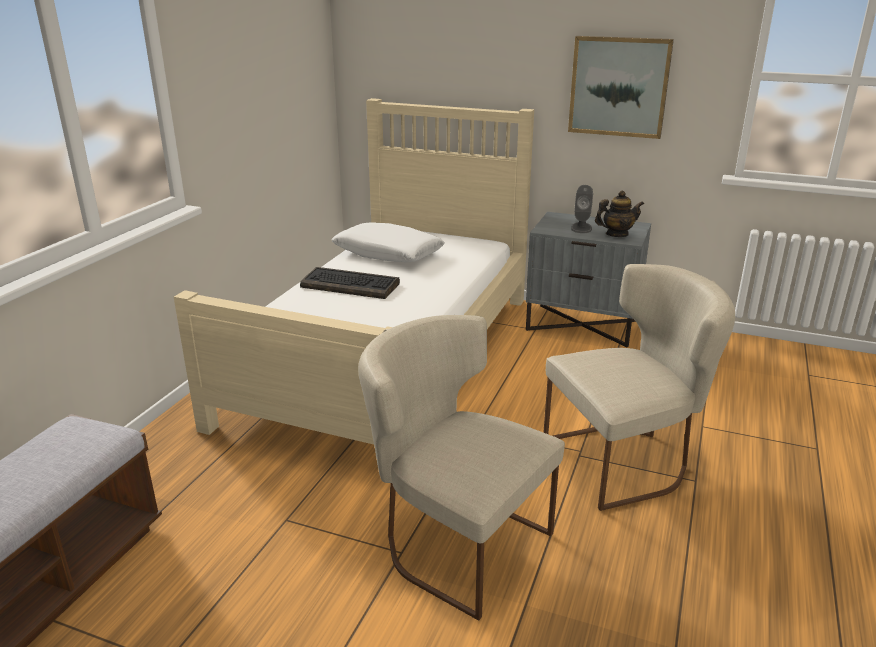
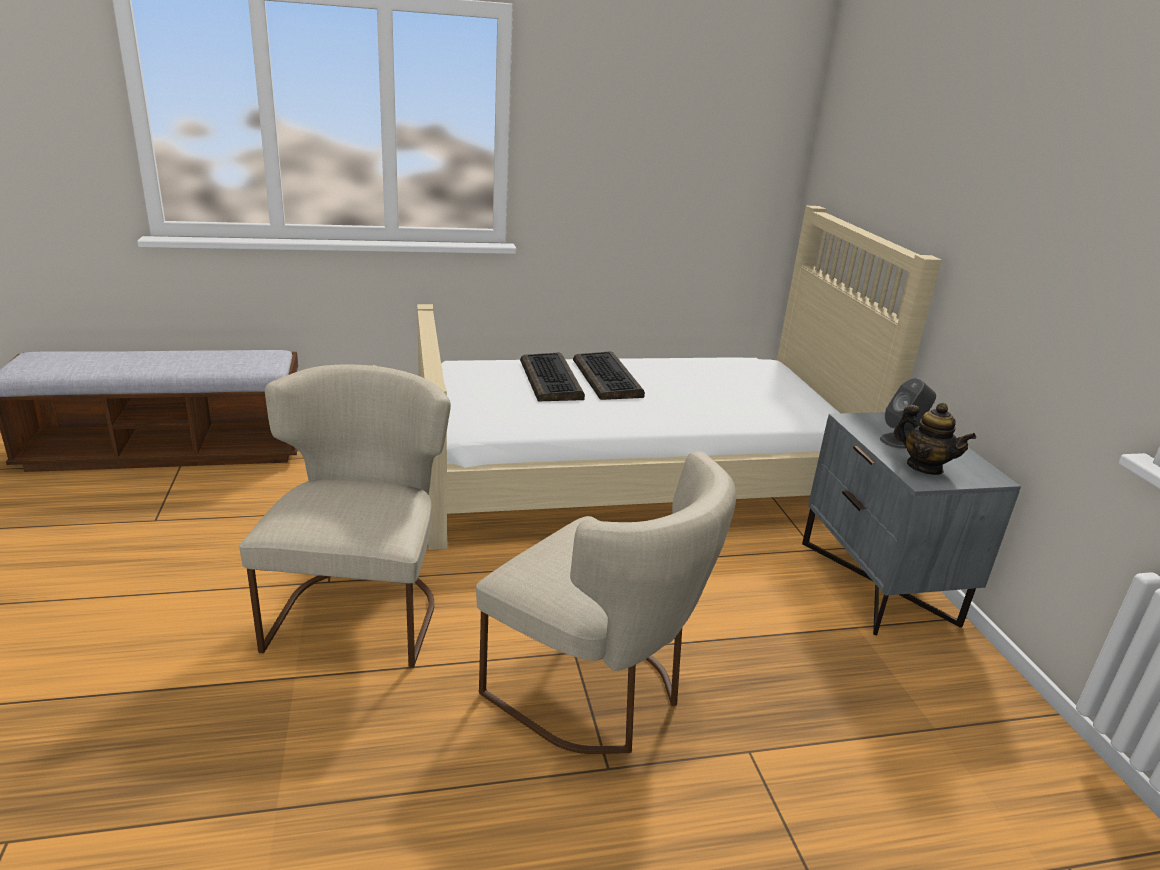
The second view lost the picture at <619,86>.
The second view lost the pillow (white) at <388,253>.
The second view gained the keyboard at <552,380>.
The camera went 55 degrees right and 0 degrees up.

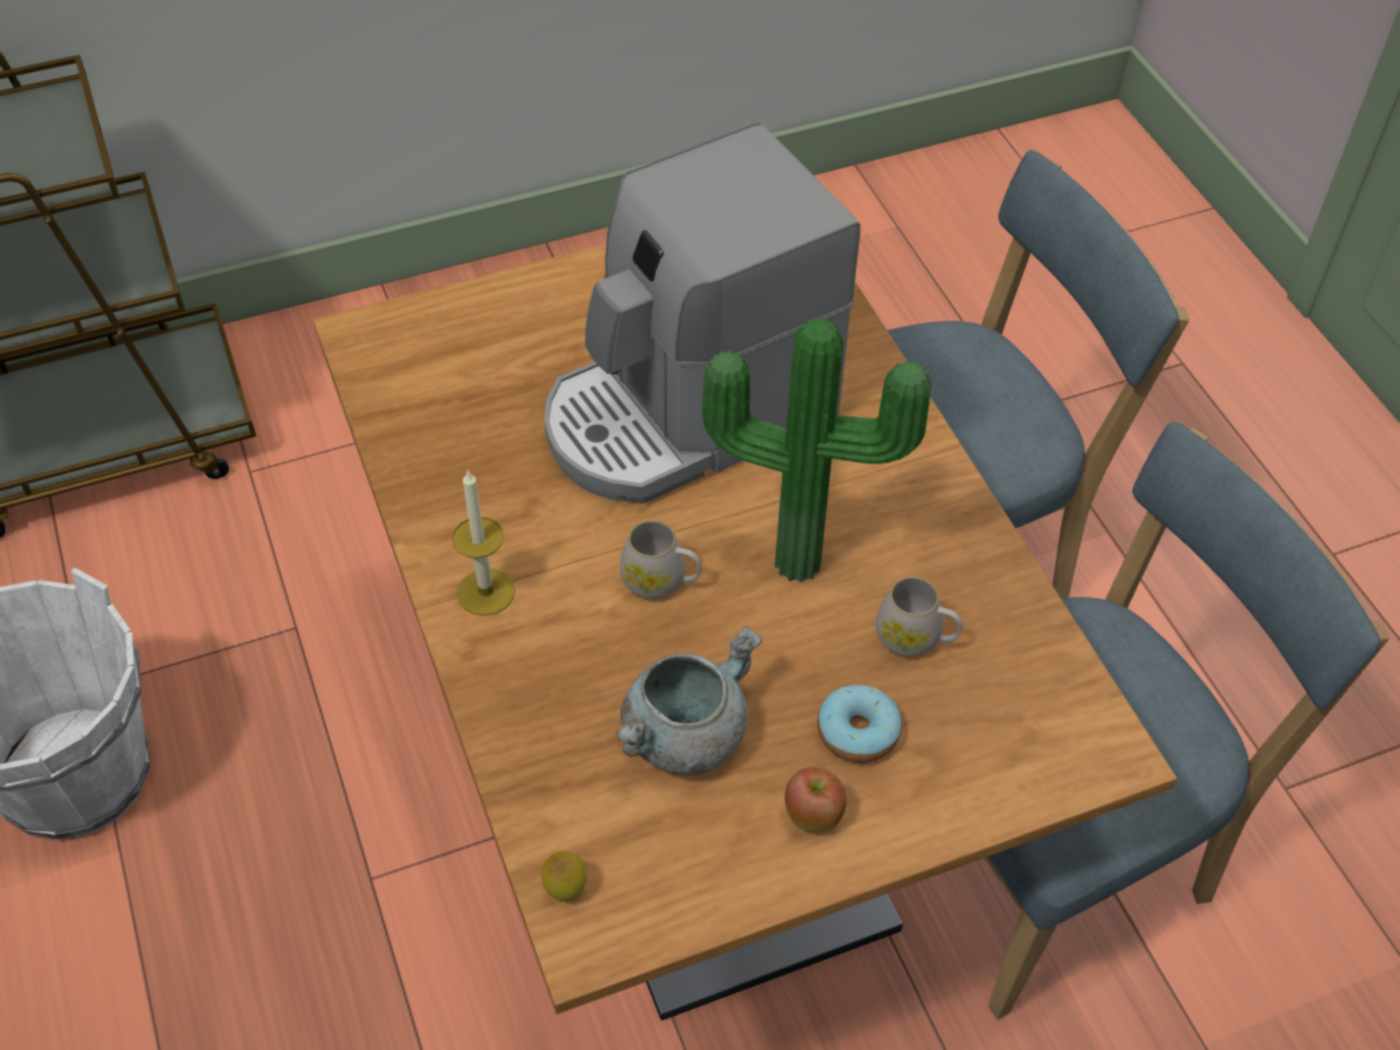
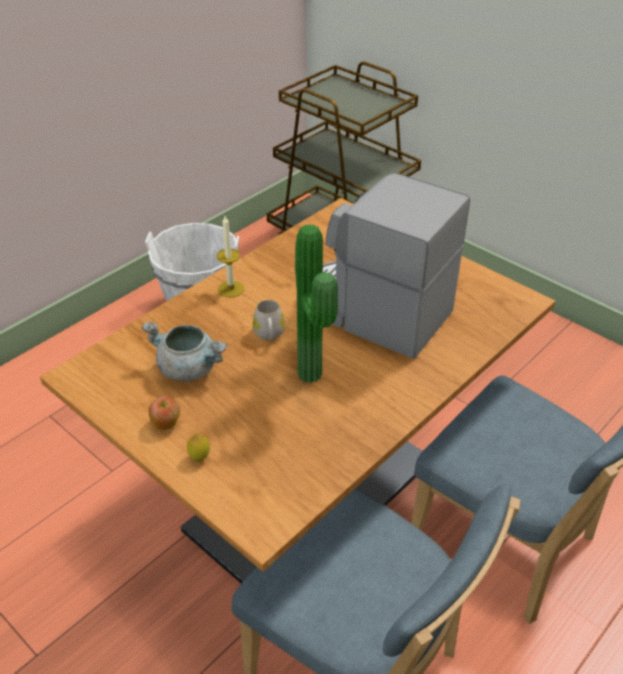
The second view lost the mug (white) at <915,638>.
The second view lost the donut at <857,732>.
The lemon ended up elsewhere, having gone from <565,890> to <199,458>.
The camera went 65 degrees right and 10 degrees down.

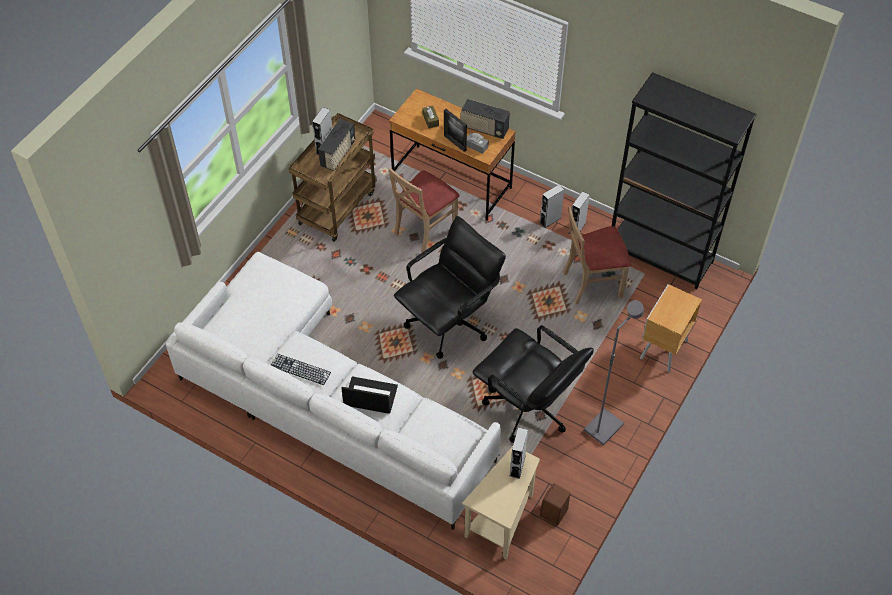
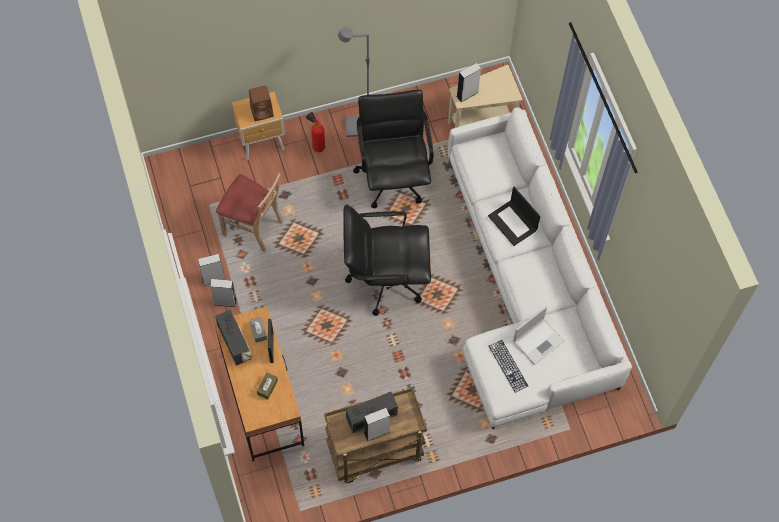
The second view lost the bookcase (black) at <660,255>.
The second view lost the chair (beige) at <424,231>.
The keyboard ended up elsewhere, having gone from <300,369> to <508,366>.
The speaker (brown) ended up elsewhere, having gone from <553,513> to <262,111>.
The second view gained the fire extinguisher at <317,145>.
The second view gained the laptop at <539,340>.
The camera went 140 degrees left and 10 degrees up.

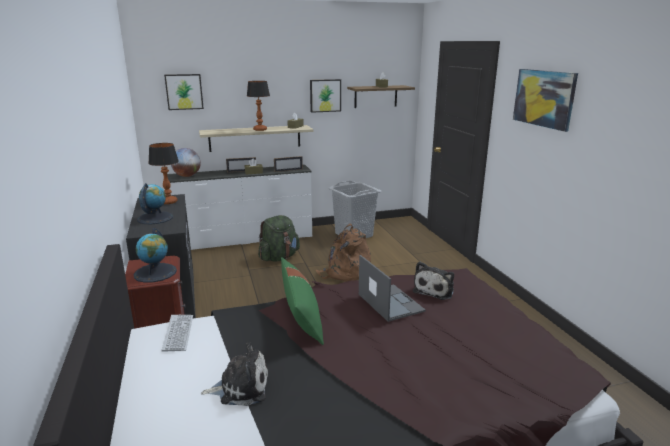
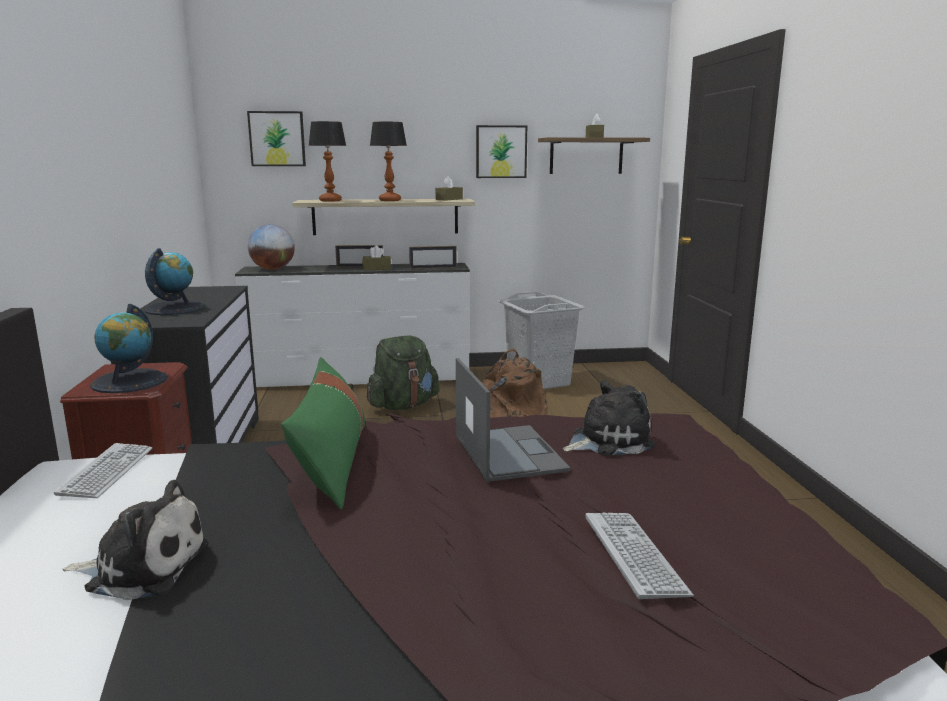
The second view lost the picture at <544,98>.
The table lamp ended up elsewhere, having gone from <168,202> to <330,200>.
The plush toy at <435,290> ended up facing another way, 150 degrees counterclockwise from before.
The second view gained the keyboard at <634,555>.
The camera went 10 degrees right and 5 degrees down.

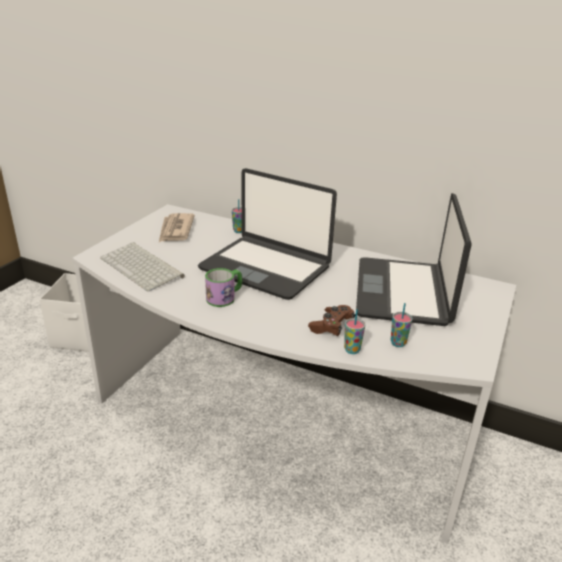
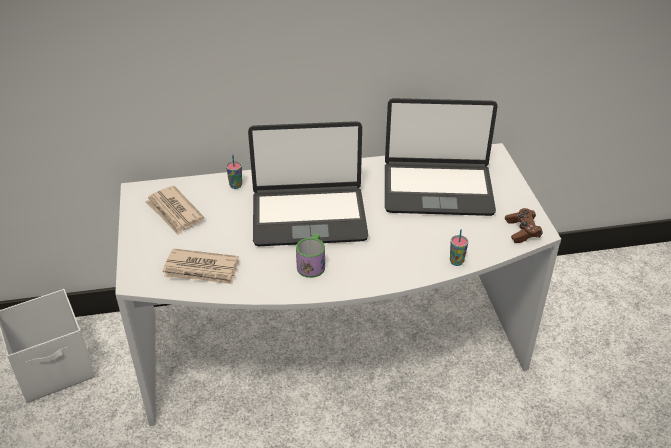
The laptop at <404,292> ended up facing another way, 60 degrees counterclockwise from before.
Where the keyboard stood at <143,267>, the newspaper came to stand at <202,269>.
The second view lost the cup at <398,343>.
The game controller (brown) ended up elsewhere, having gone from <331,327> to <522,231>.
The camera went 35 degrees left and 10 degrees up.

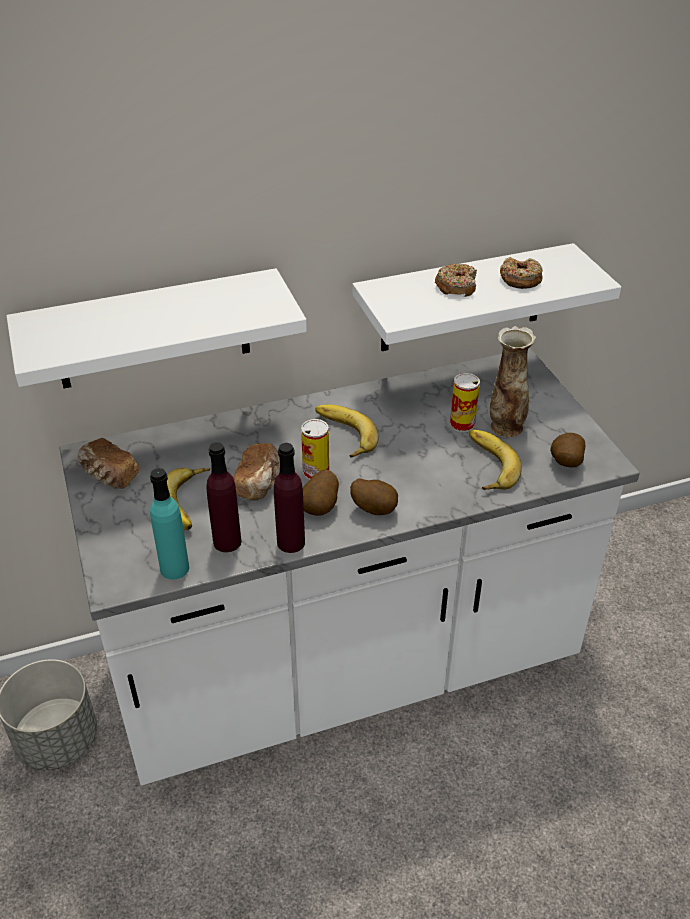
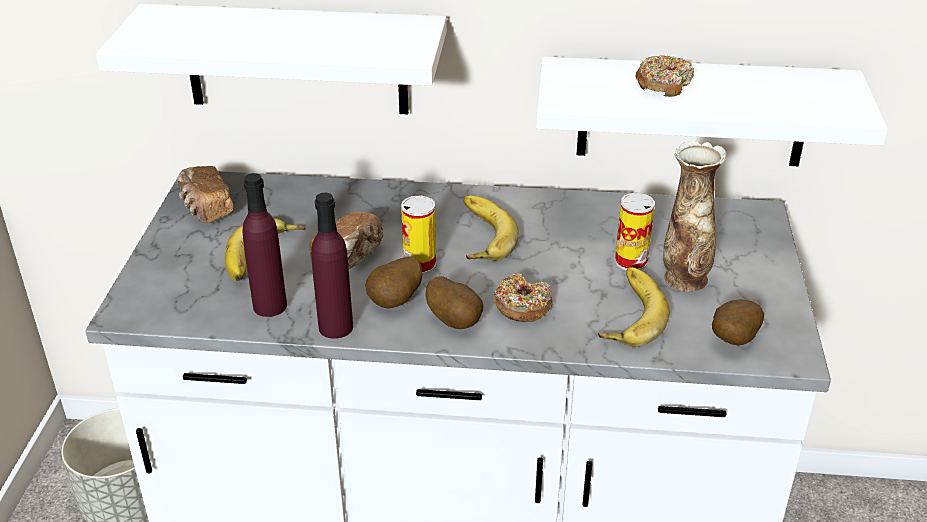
The donut ended up elsewhere, having gone from <520,279> to <522,306>.
The second view lost the bottle (turquoise) at <174,568>.
The camera went 25 degrees right and 5 degrees down.

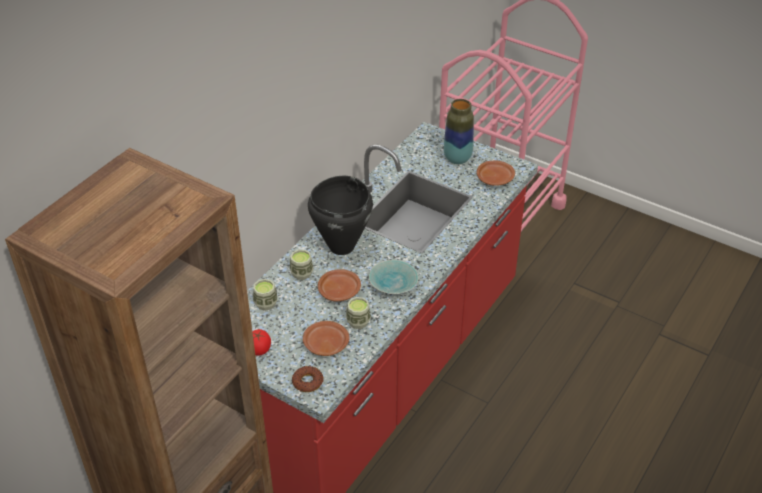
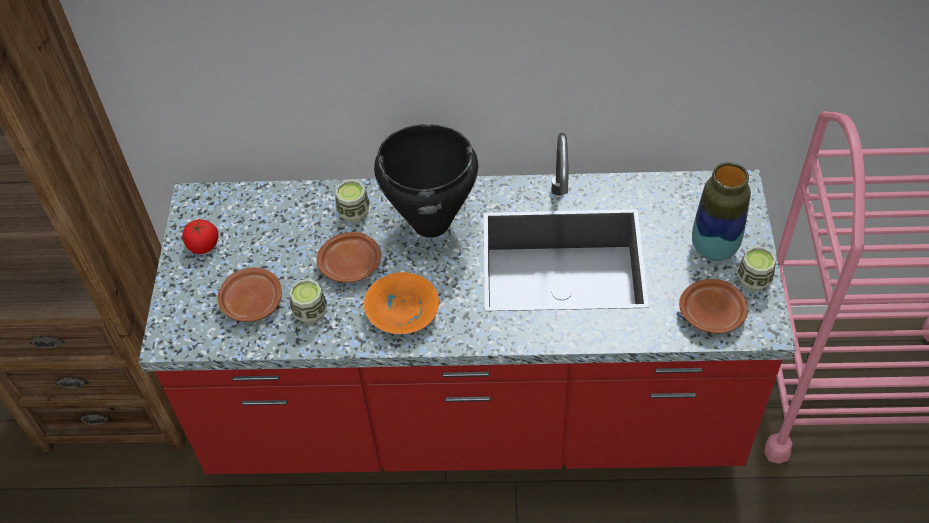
What was the bowl (turquoise) at <392,283> turned into the bowl (orange) at <402,310>.
The cup ended up elsewhere, having gone from <266,303> to <753,280>.
The second view lost the donut at <307,382>.
The camera went 60 degrees right and 10 degrees up.

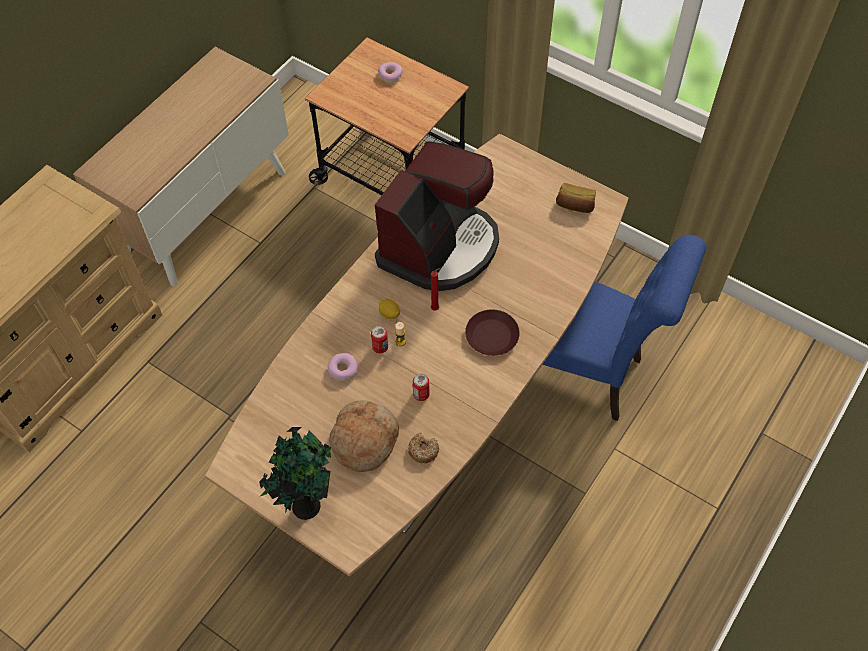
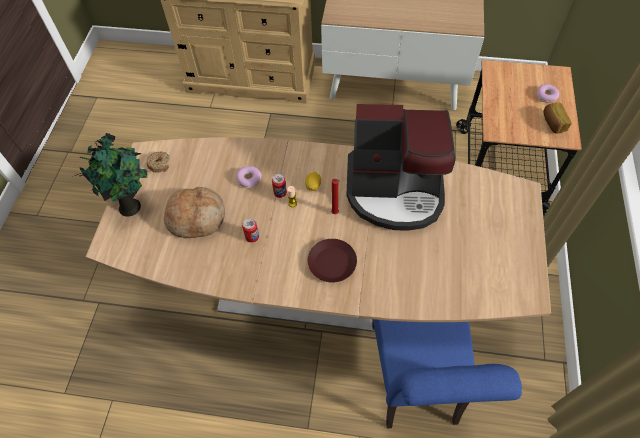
The bread ended up elsewhere, having gone from <575,205> to <553,123>.
The donut ended up elsewhere, having gone from <423,450> to <159,164>.
The camera went 65 degrees right and 0 degrees up.

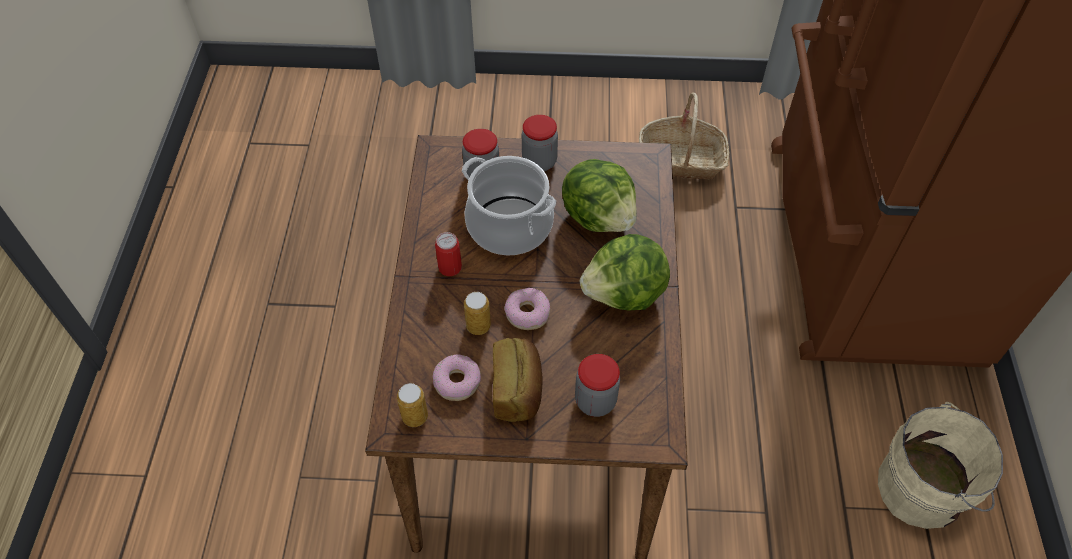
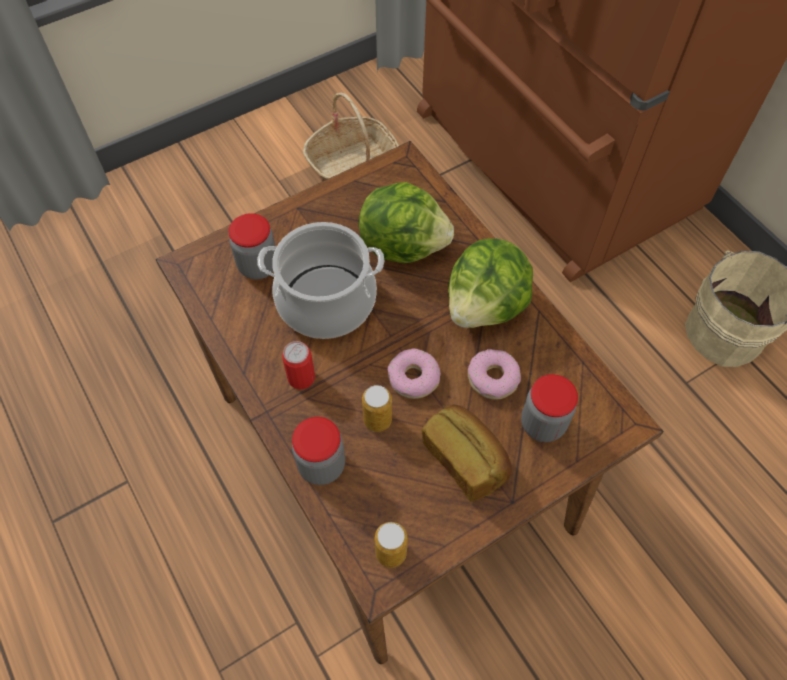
The jar ended up elsewhere, having gone from <539,162> to <321,465>.
The donut ended up elsewhere, having gone from <456,381> to <492,378>.
The camera went 35 degrees left and 5 degrees up.

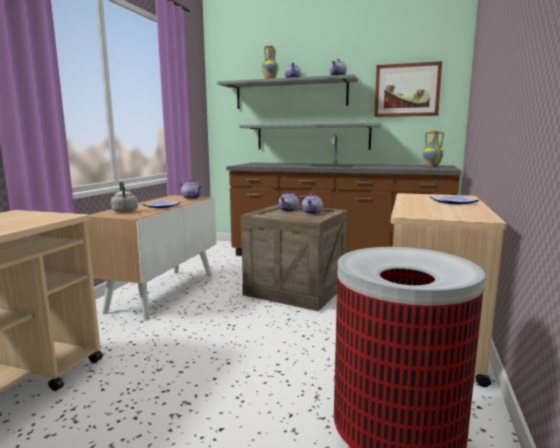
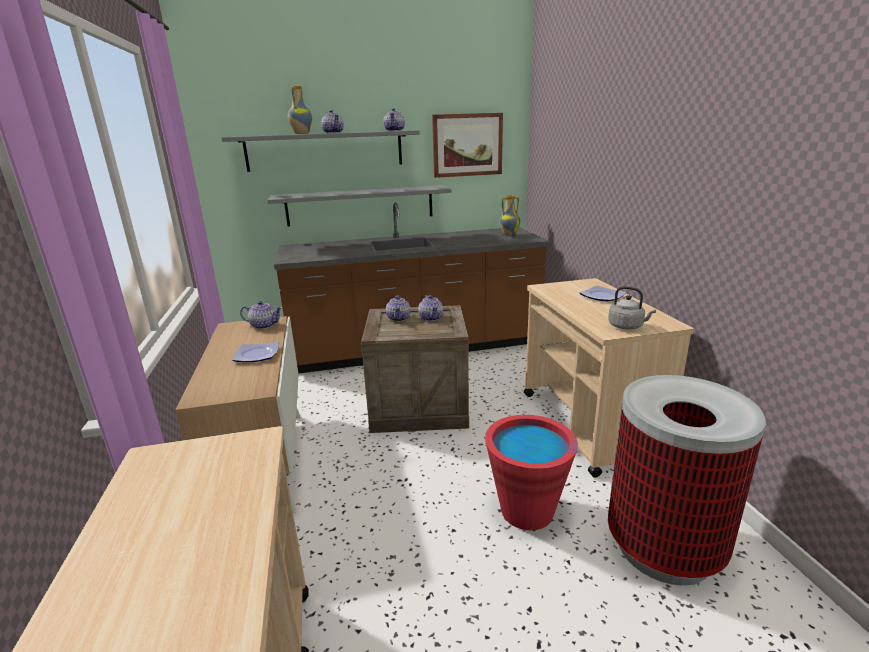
The kettle (grey) ended up elsewhere, having gone from <125,211> to <627,326>.
The second view gained the bucket (red) at <527,510>.
The camera went 30 degrees left and 10 degrees up.

